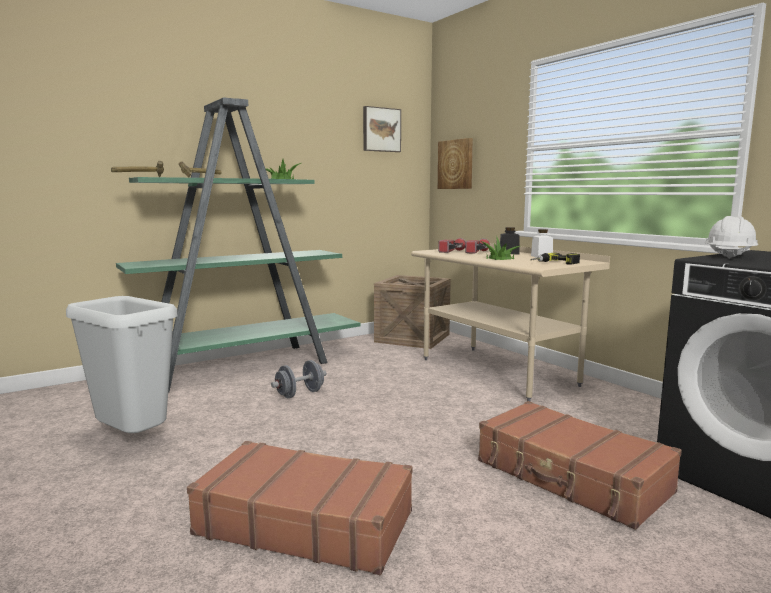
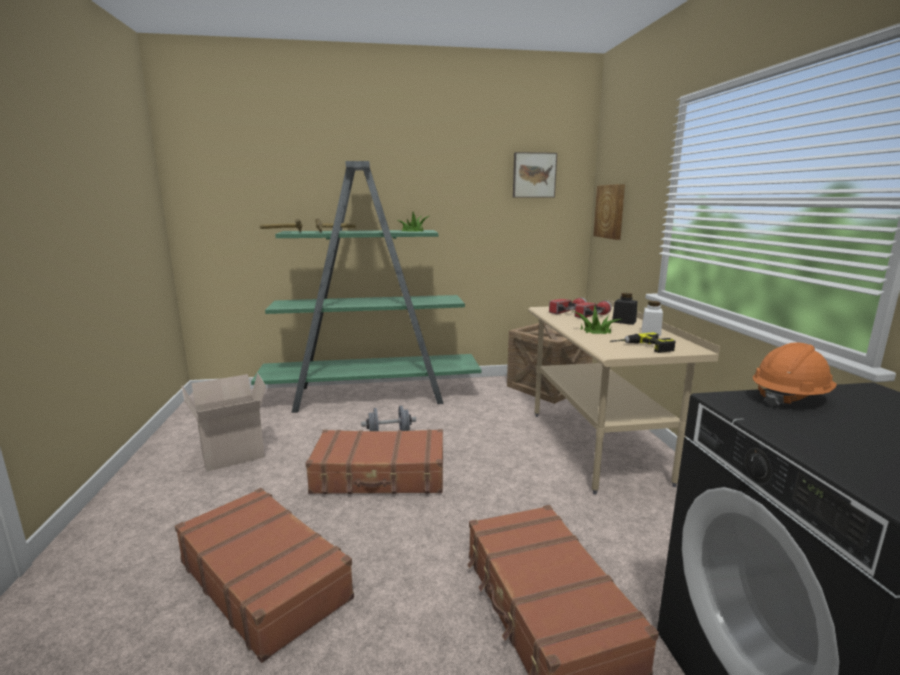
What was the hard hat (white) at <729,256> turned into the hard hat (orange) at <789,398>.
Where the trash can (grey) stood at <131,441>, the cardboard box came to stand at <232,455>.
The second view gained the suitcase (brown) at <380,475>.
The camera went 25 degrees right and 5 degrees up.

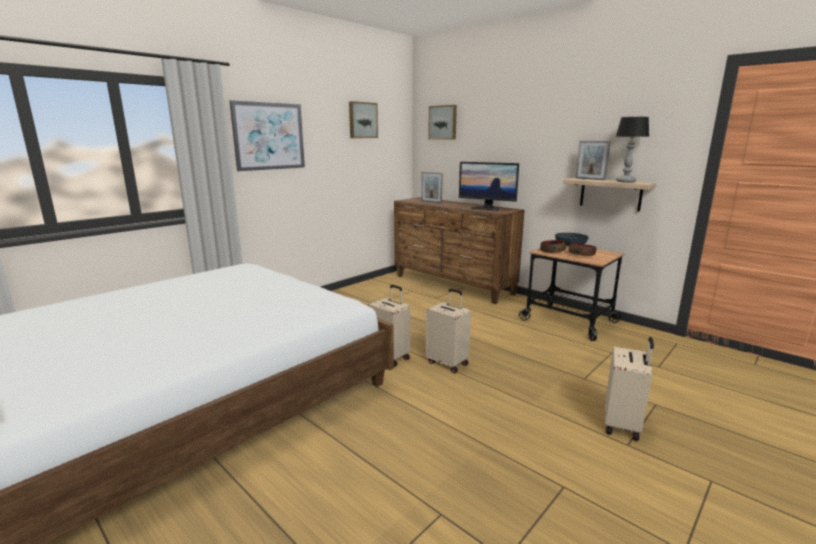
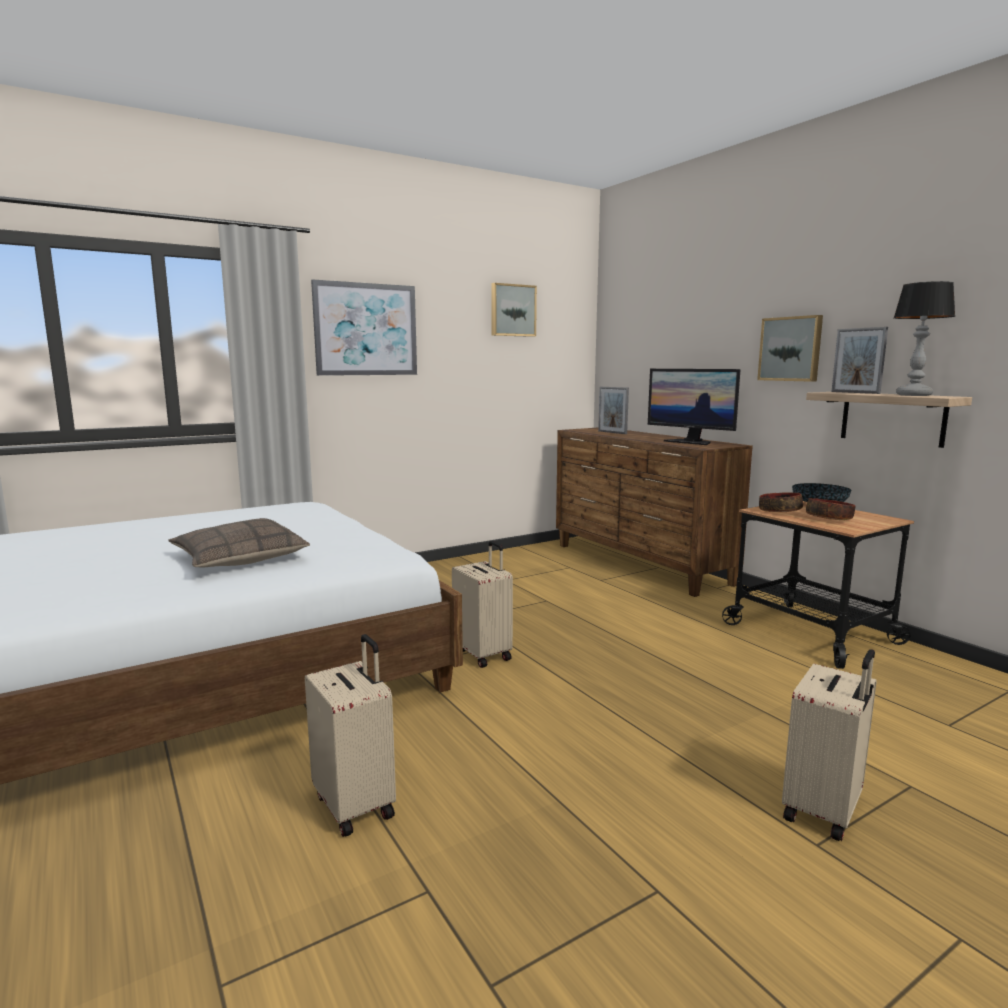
The picture ended up elsewhere, having gone from <443,122> to <791,349>.
The suitcase (beige) ended up elsewhere, having gone from <448,363> to <356,805>.
The second view gained the pillow at <239,558>.
The camera went 15 degrees right and 5 degrees down.

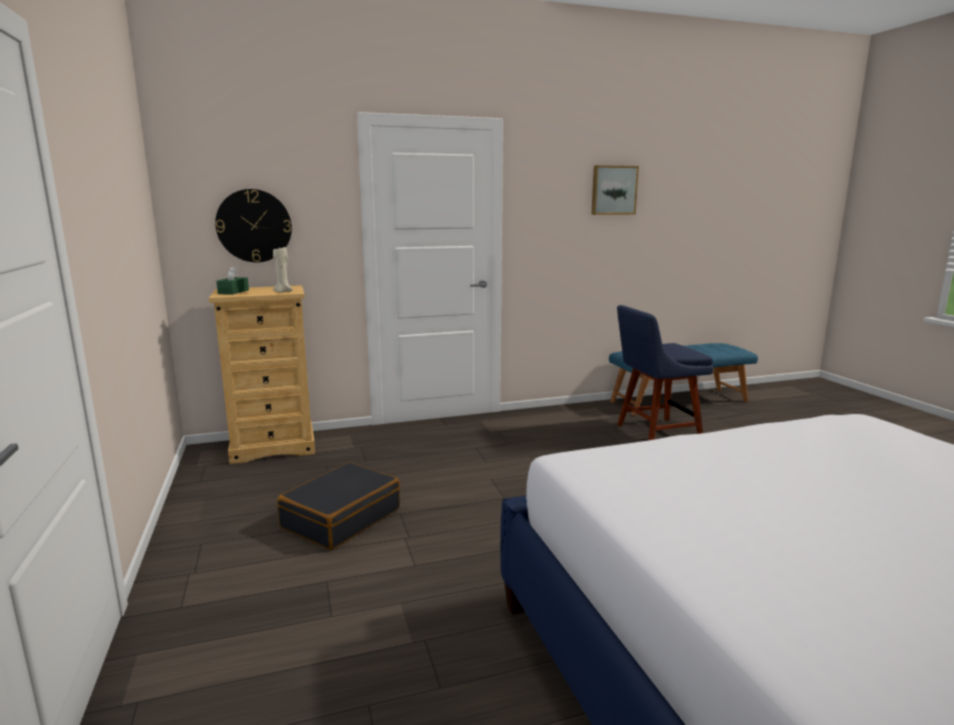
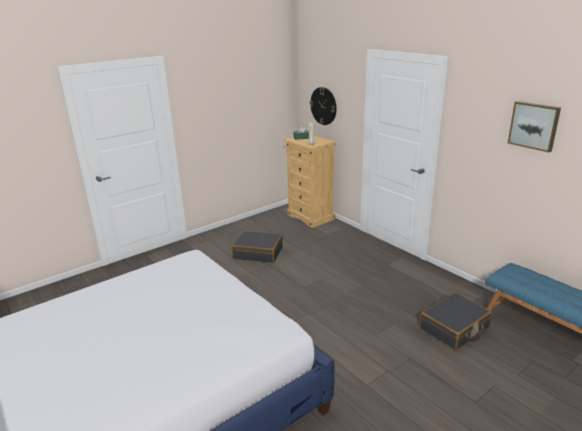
Where the chair (blue) stood at <654,433>, the suitcase (black) came to stand at <454,328>.
The camera went 70 degrees right and 10 degrees up.

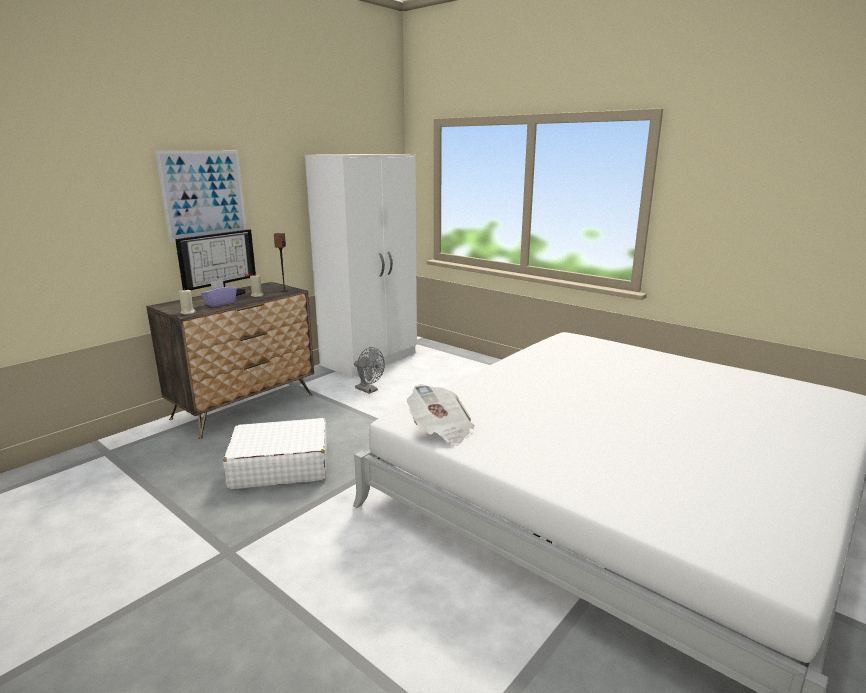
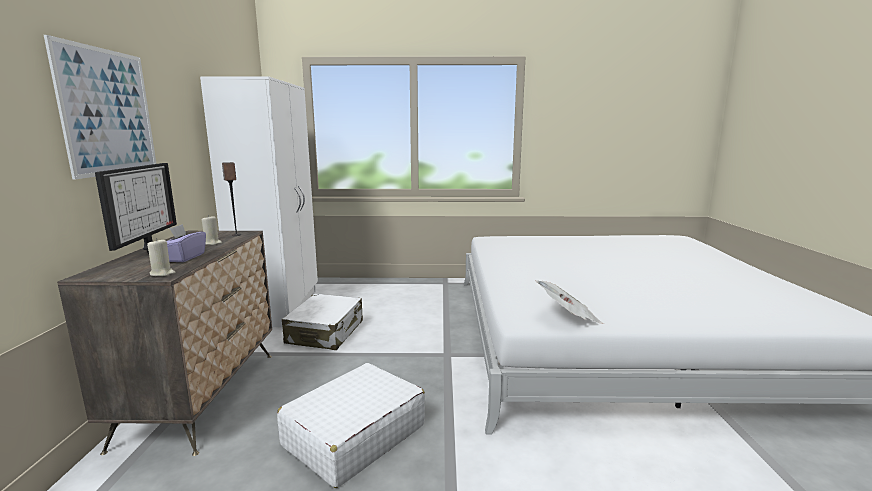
Where the fan (grey) stood at <369,390>, the suitcase (white) came to stand at <325,332>.
The camera went 40 degrees left and 5 degrees down.

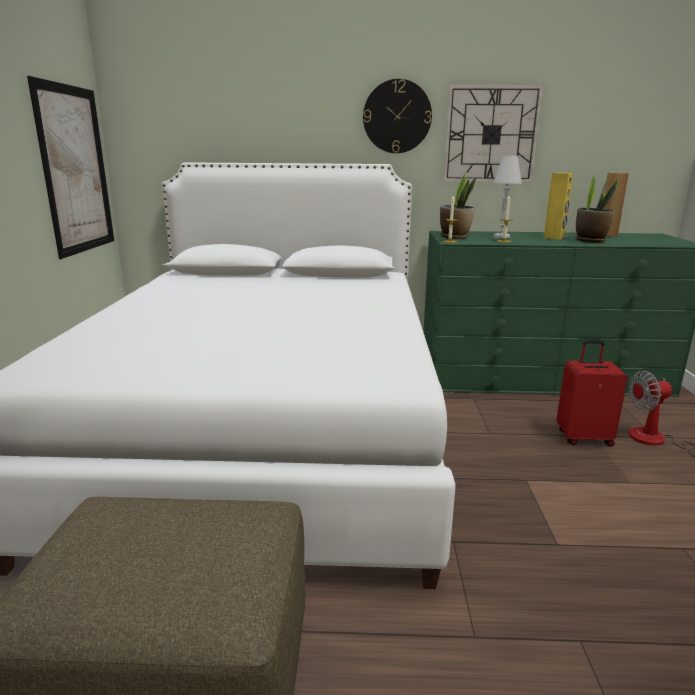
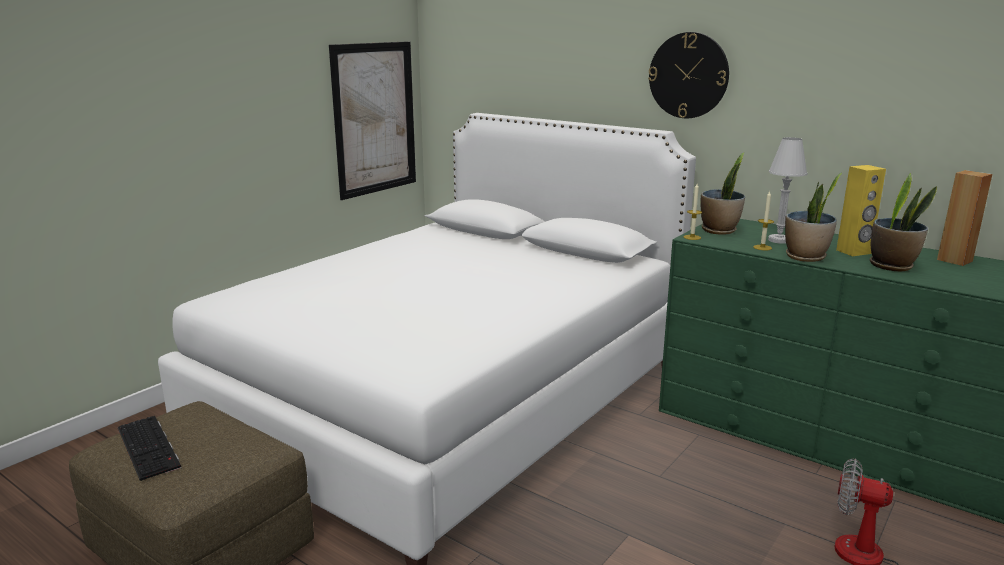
The second view lost the wall clock at <491,135>.
The second view lost the suitcase (red) at <583,438>.
The second view gained the potted plant at <805,257>.
The second view gained the keyboard at <150,447>.
The camera went 35 degrees right and 0 degrees up.

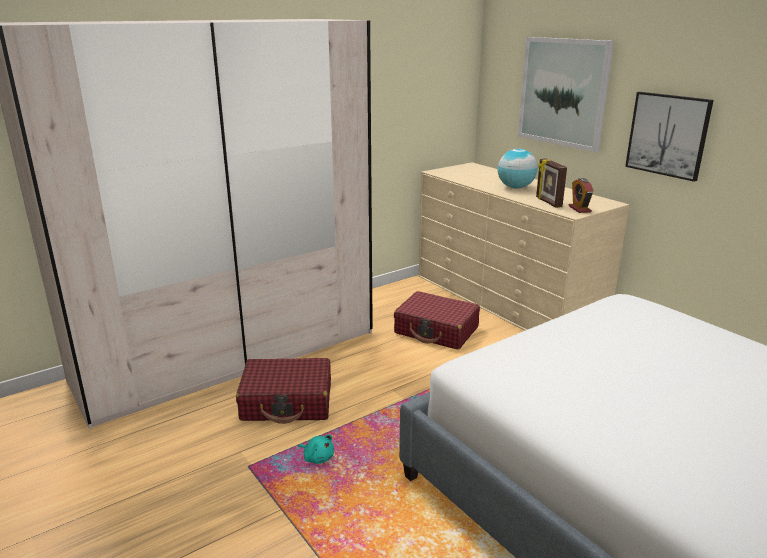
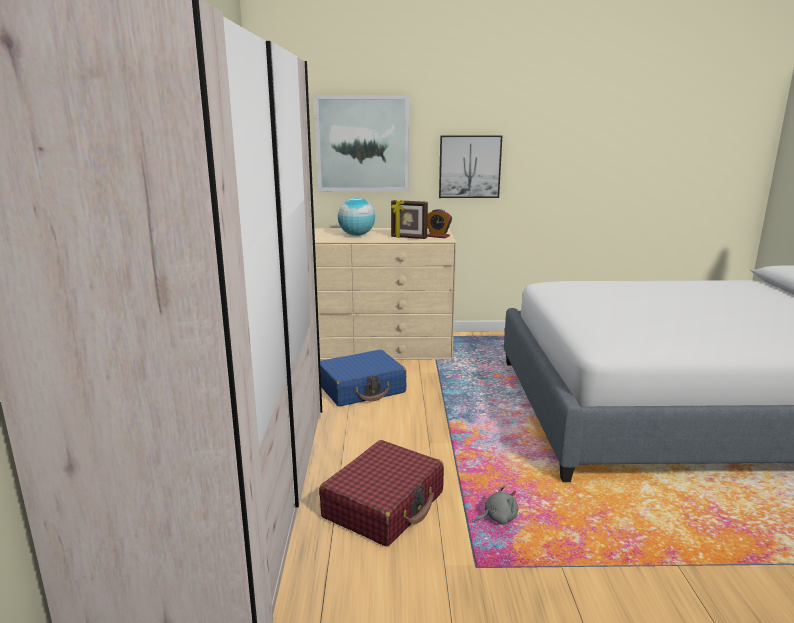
What was the suitcase (red) at <436,330> turned into the suitcase (blue) at <362,389>.
What was the plush toy (turquoise) at <317,457> turned into the plush toy (grey) at <498,518>.
The camera went 55 degrees left and 5 degrees down.

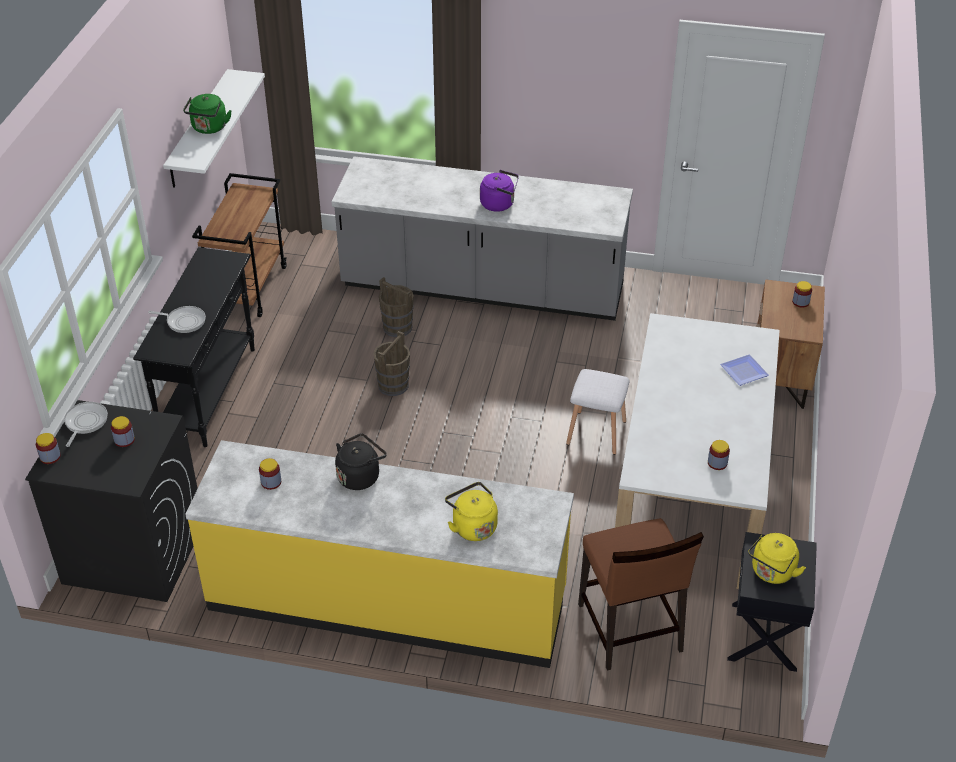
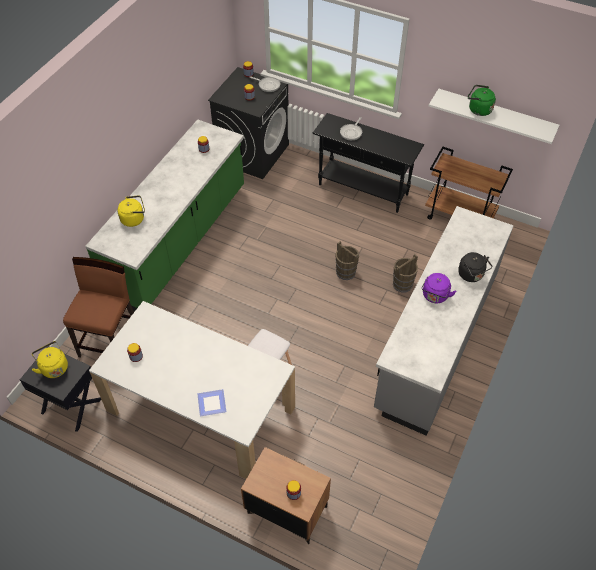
The kettle (black) ended up elsewhere, having gone from <360,476> to <472,275>.
What was the counter (yellow) at <387,600> turned into the counter (green) at <179,241>.
The chair (brown) at <629,628> ended up facing another way, 105 degrees clockwise from before.
The camera went 105 degrees right and 10 degrees up.

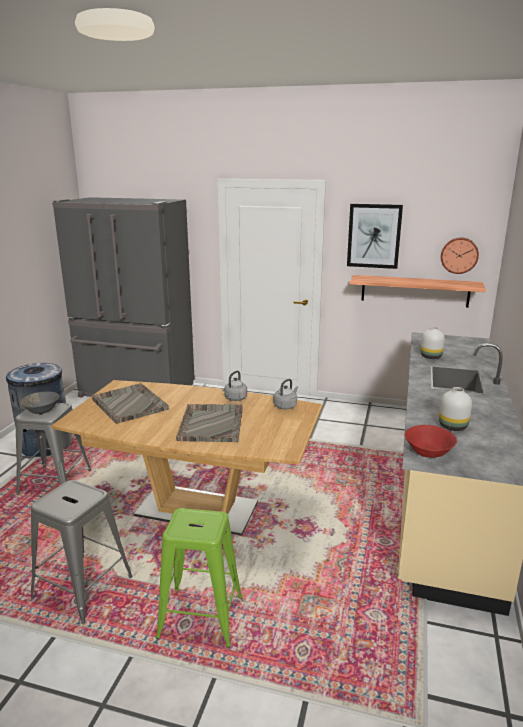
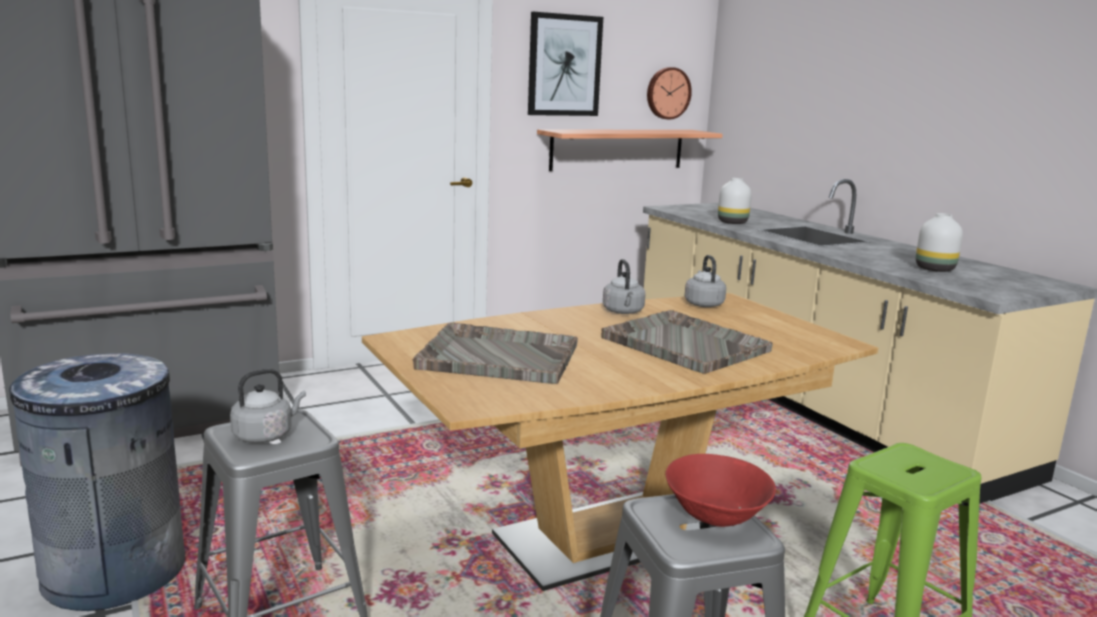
Where the bowl (grey) stood at <42,410>, the kettle (grey) came to stand at <266,435>.
The bowl (red) ended up elsewhere, having gone from <428,452> to <714,513>.
The camera went 45 degrees left and 5 degrees down.

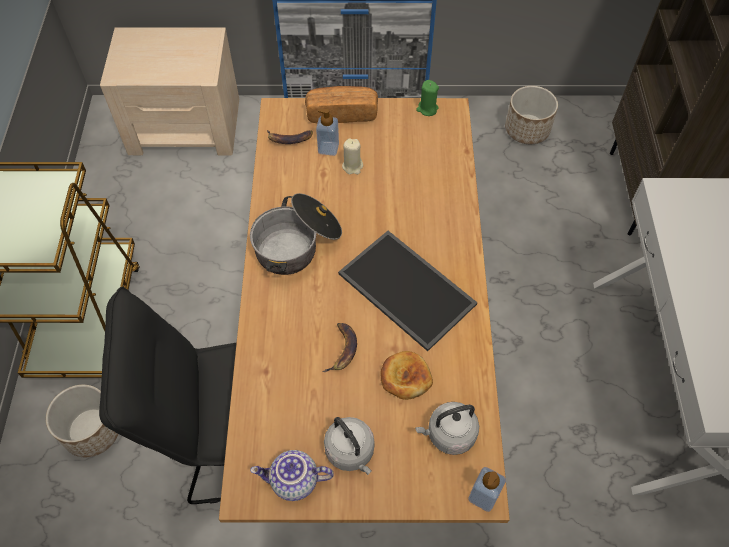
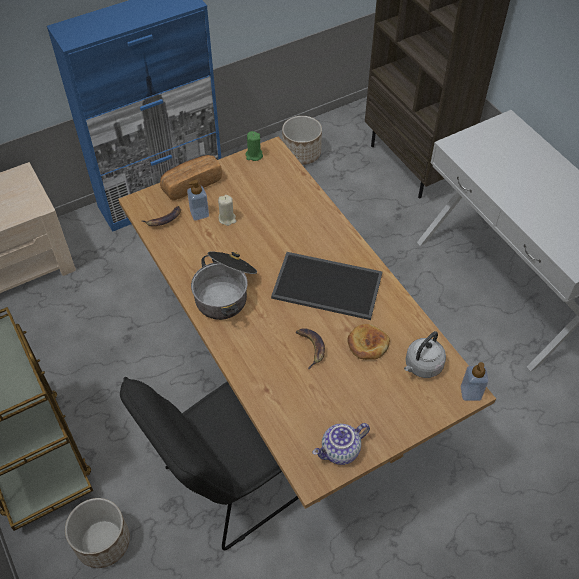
The second view lost the kettle (grey) at <351,452>.
The camera went 30 degrees left and 5 degrees down.

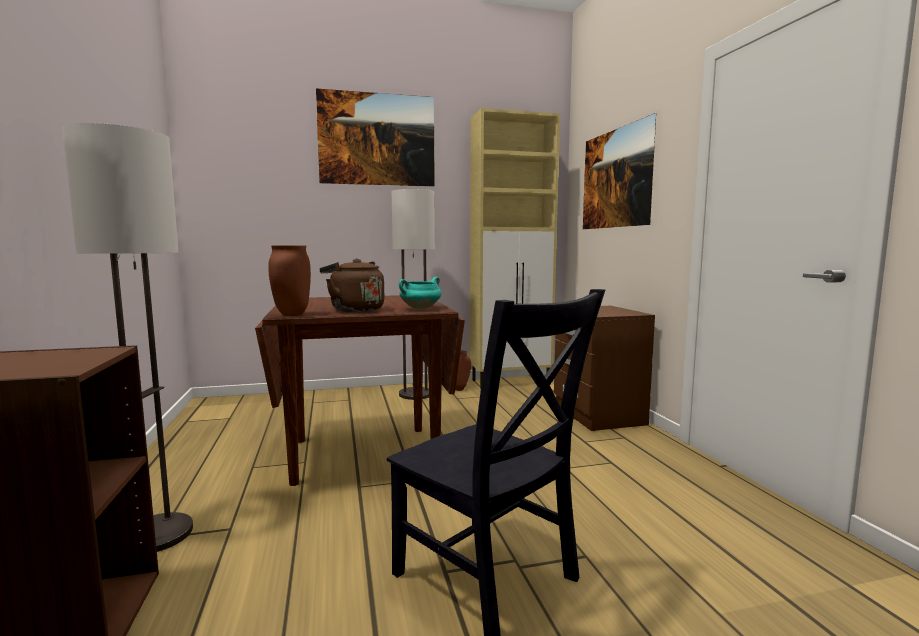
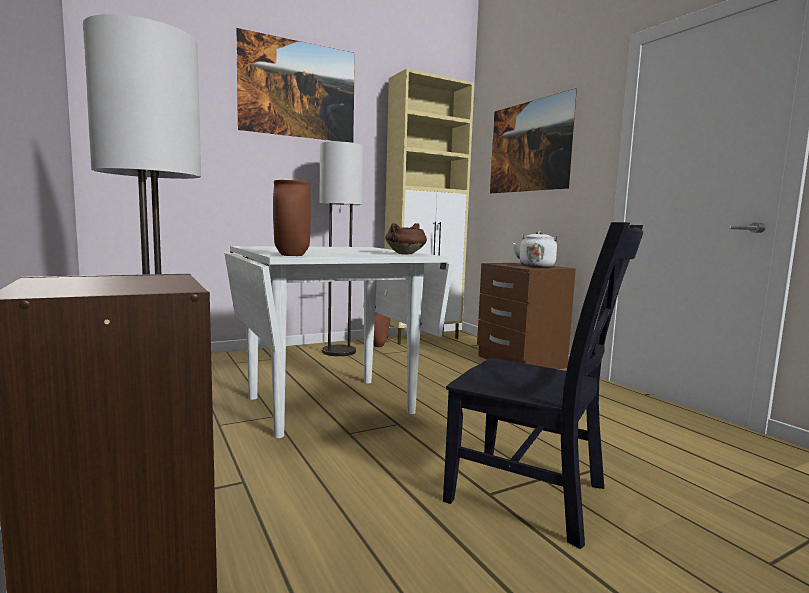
The second view lost the kettle (brown) at <354,310>.
What was the cooking pot (turquoise) at <420,309> turned into the cooking pot (brown) at <405,254>.
What was the dining table (brown) at <364,454> turned into the dining table (white) at <330,405>.
The second view gained the kettle (white) at <536,266>.
The camera went 15 degrees left and 0 degrees up.

